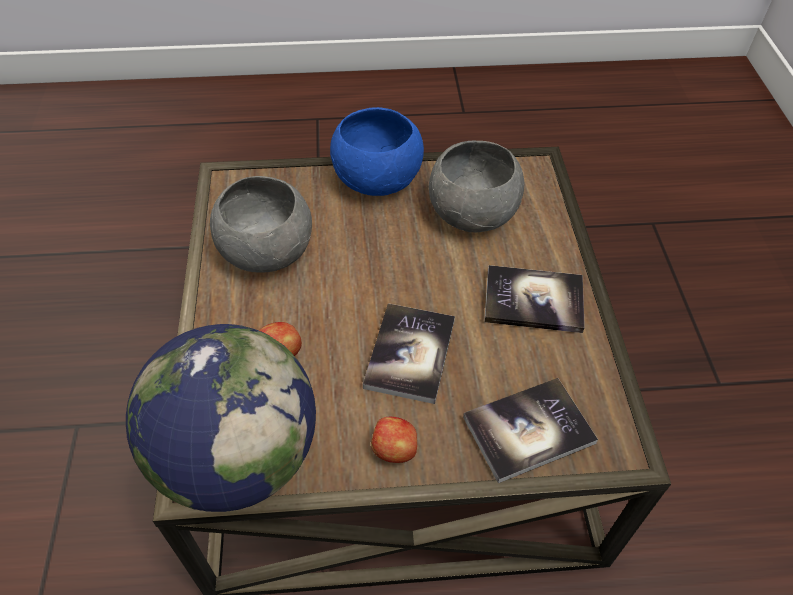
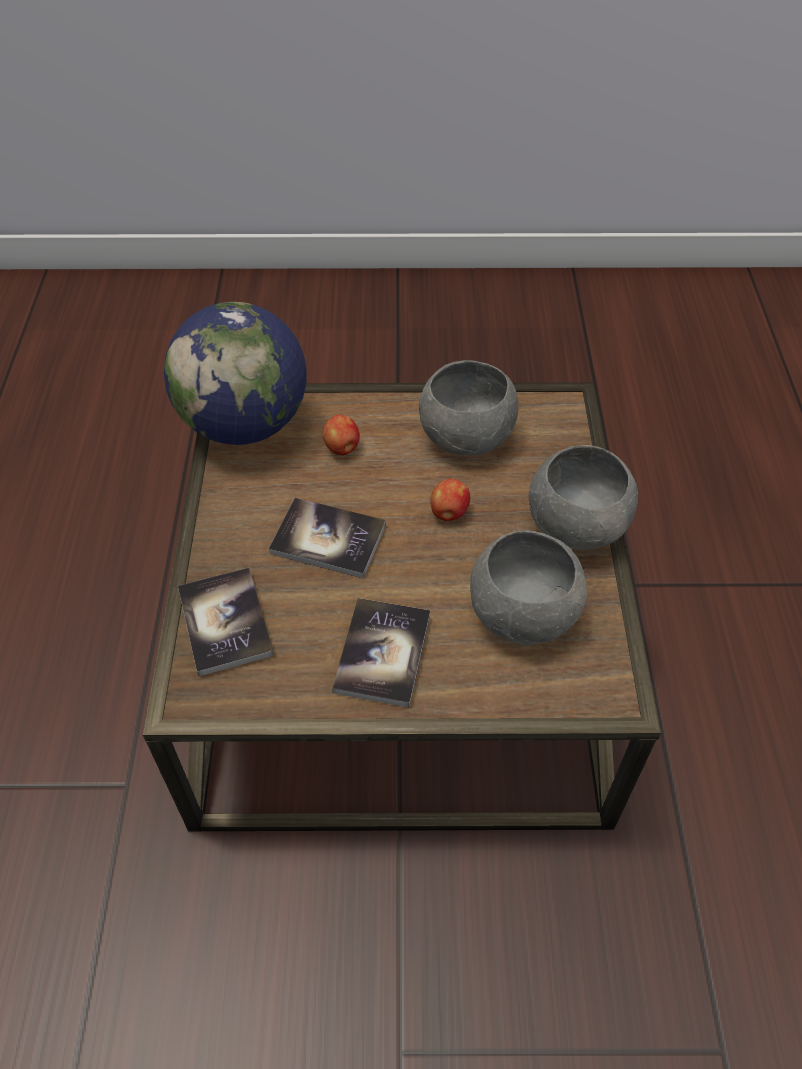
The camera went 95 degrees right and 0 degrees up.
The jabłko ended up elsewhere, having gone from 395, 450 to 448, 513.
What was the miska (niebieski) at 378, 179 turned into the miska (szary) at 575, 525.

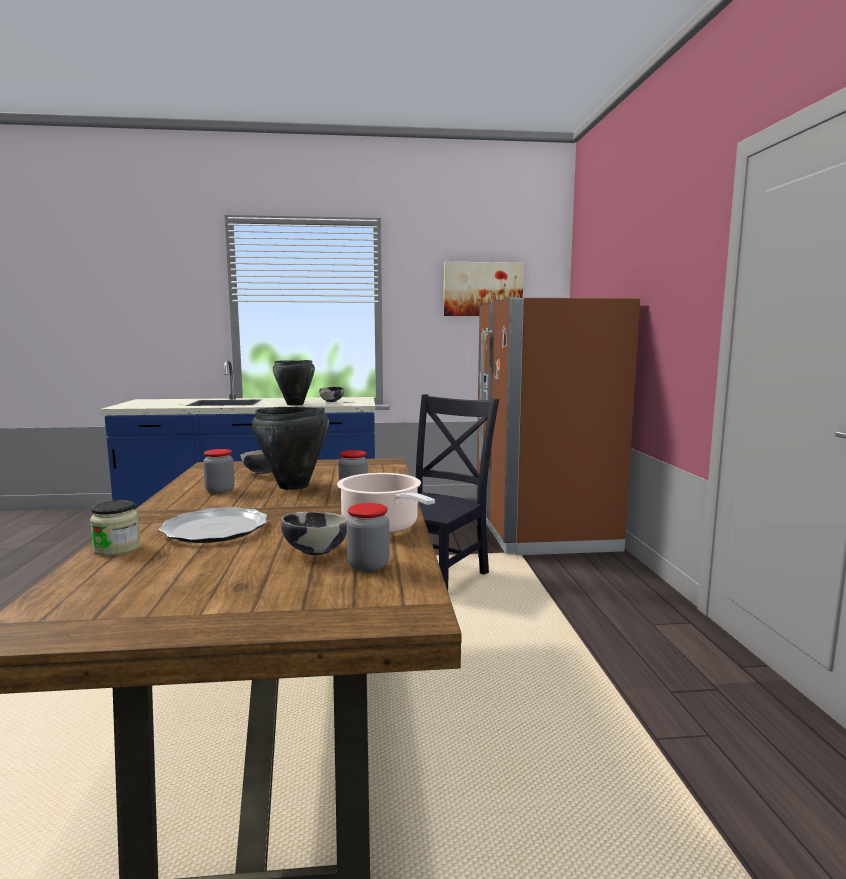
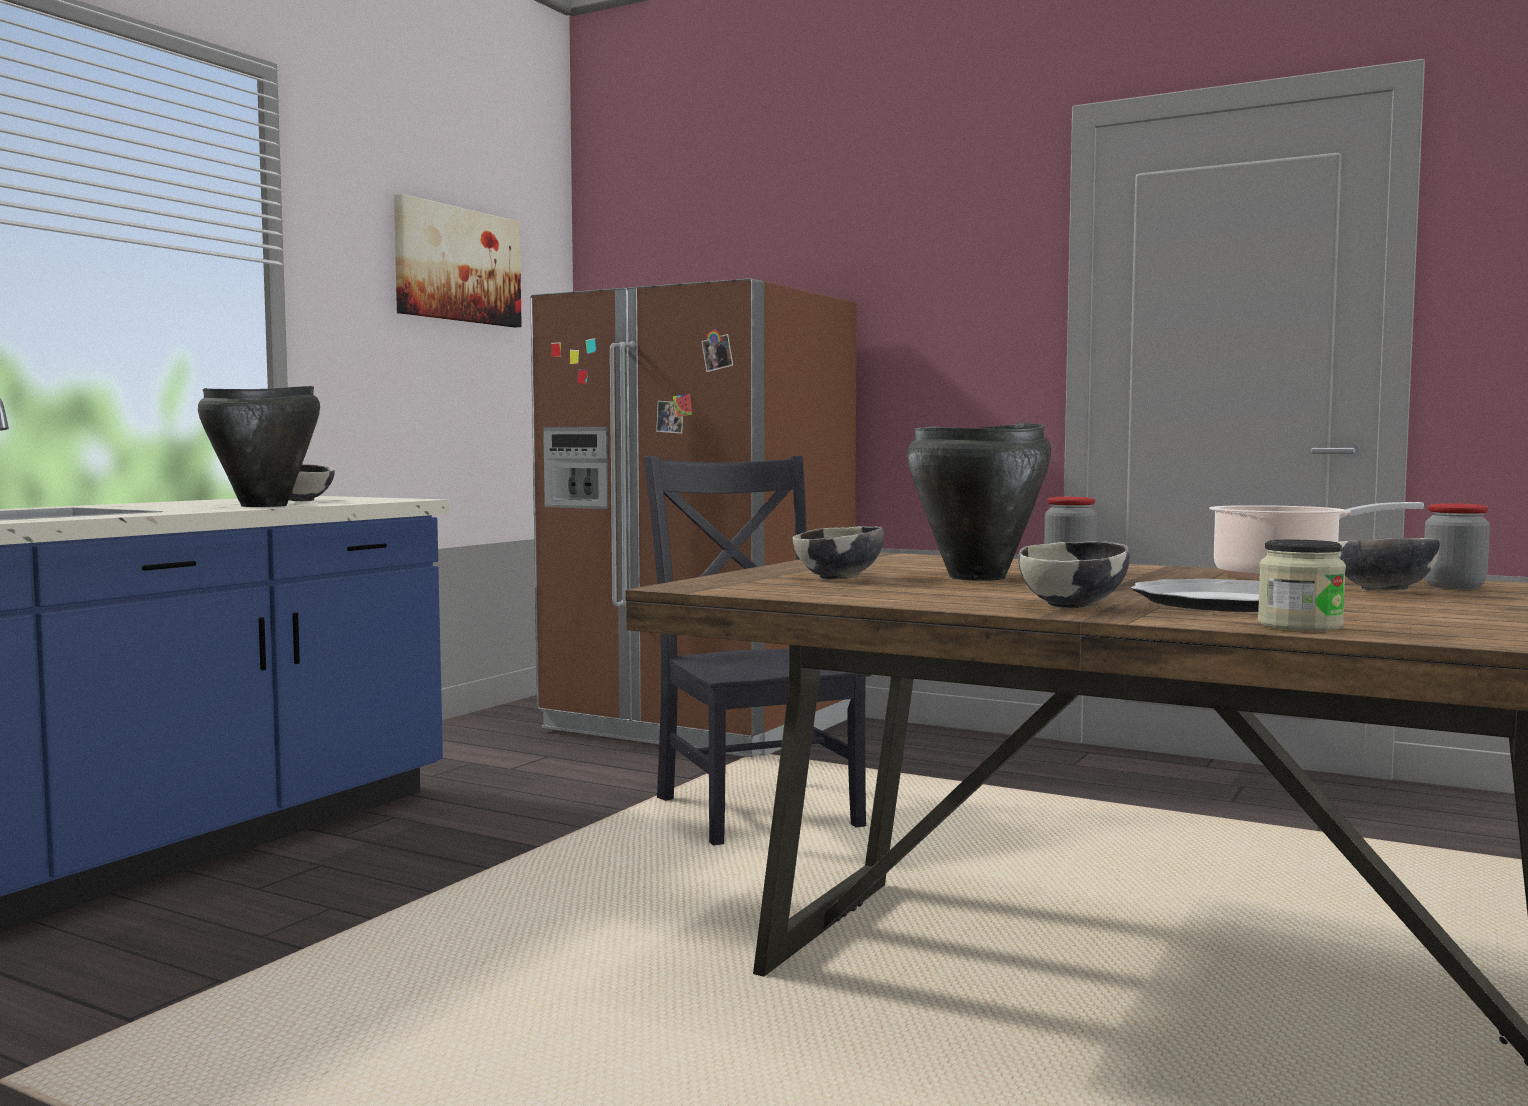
The camera went 55 degrees left and 5 degrees down.
The second view gained the miska at 1073, 606.
The second view lost the słoik at 220, 491.

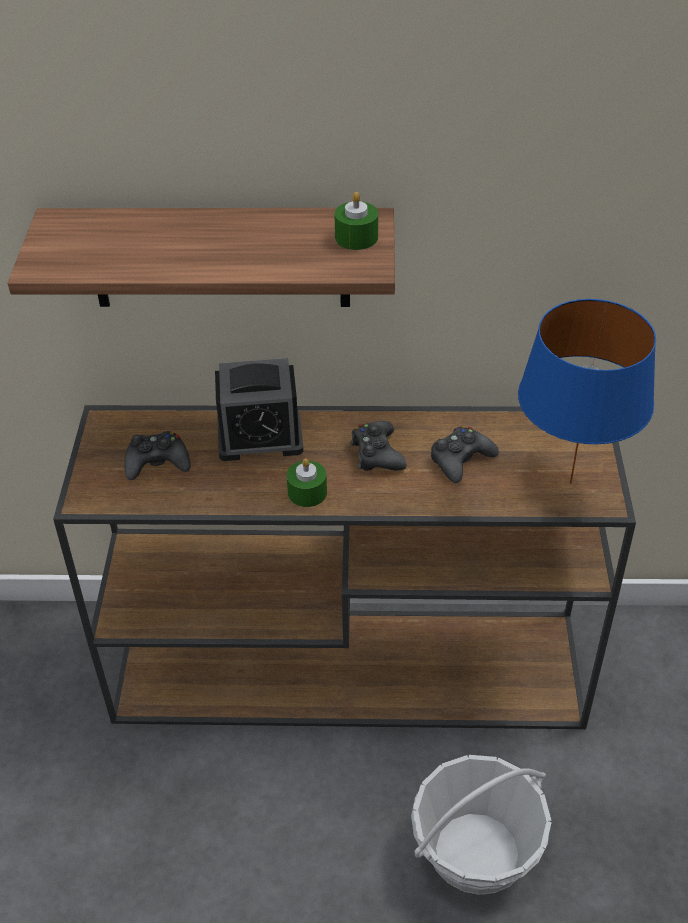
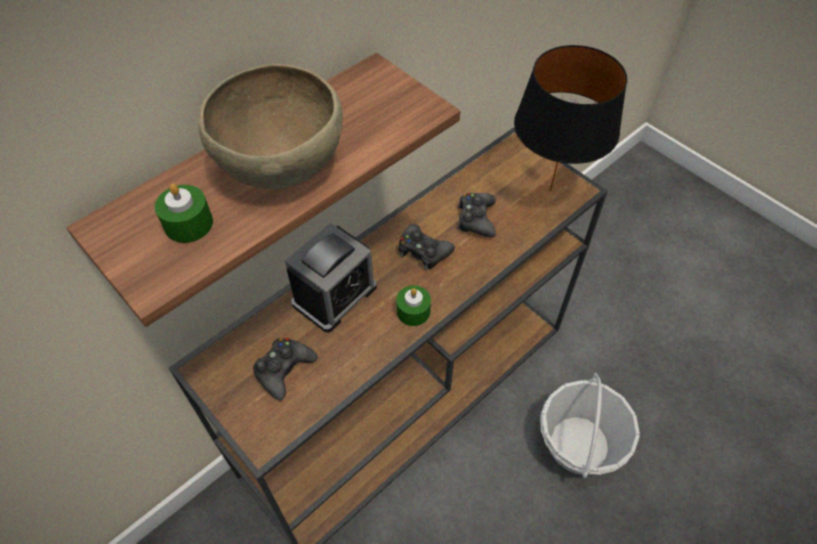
The camera went 45 degrees left and 10 degrees up.
The świeca (zielony) ended up elsewhere, having gone from 356, 237 to 188, 224.
The second view gained the miska (brązowy) at 282, 169.
What was the lampa stołowa (niebieski) at 569, 482 turned into the lampa stołowa (czarny) at 548, 190.

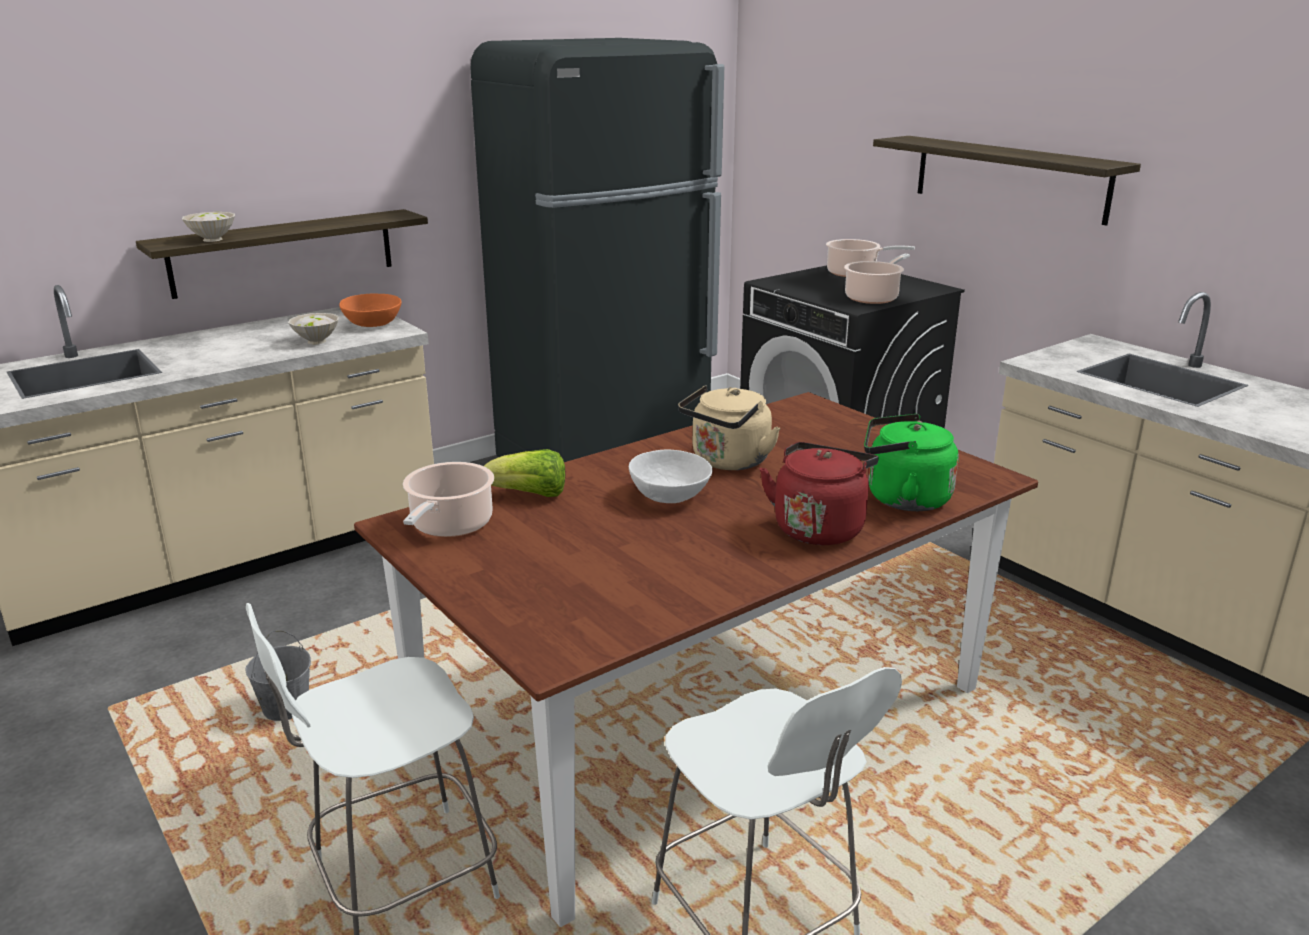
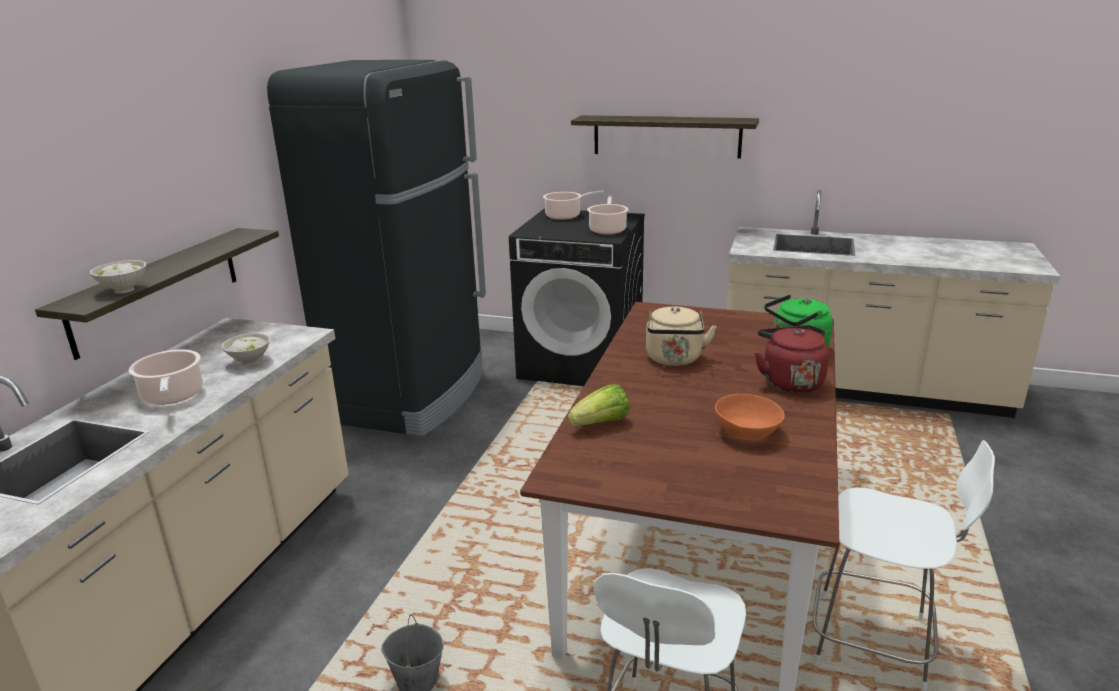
The camera went 35 degrees left and 0 degrees up.
The garnek ended up elsewhere, having gone from 450, 526 to 173, 396.
The miska (pomarańczowy) ended up elsewhere, having gone from 373, 324 to 747, 432.
The second view lost the miska (biały) at 670, 495.

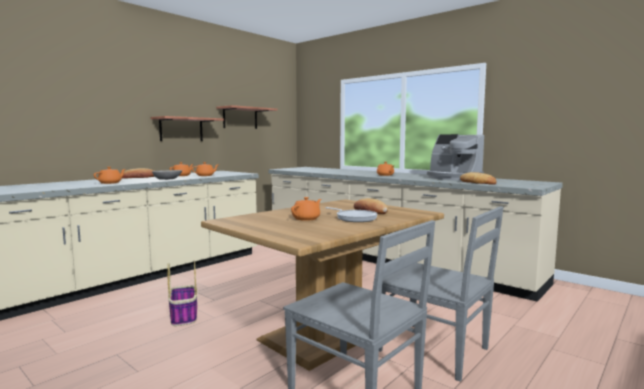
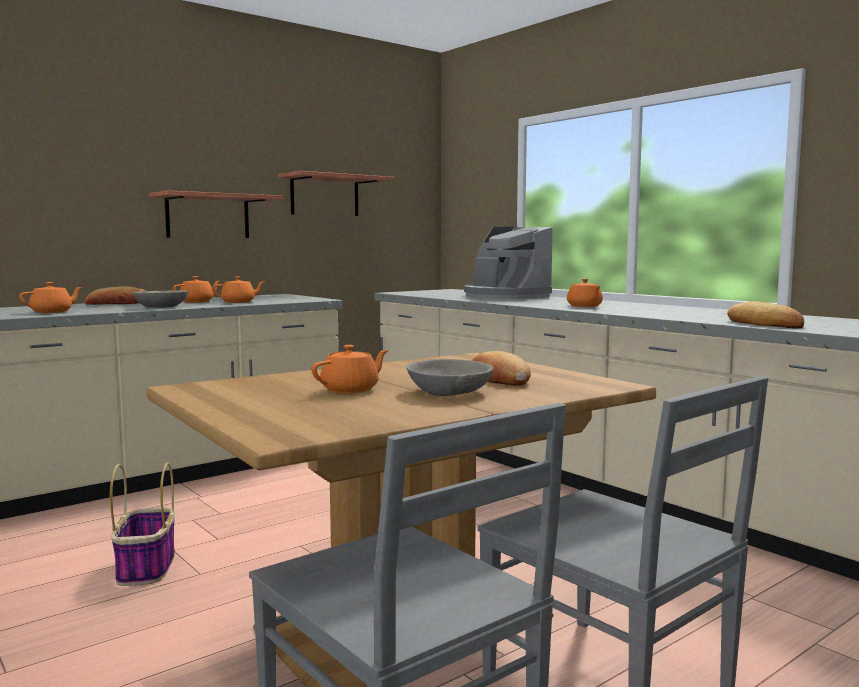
The camera went 10 degrees right and 0 degrees up.
Where the patelnia stood at 354, 218, the miska (szary) came to stand at 449, 392.
The ekspres do kawy ended up elsewhere, having gone from 453, 178 to 504, 296.

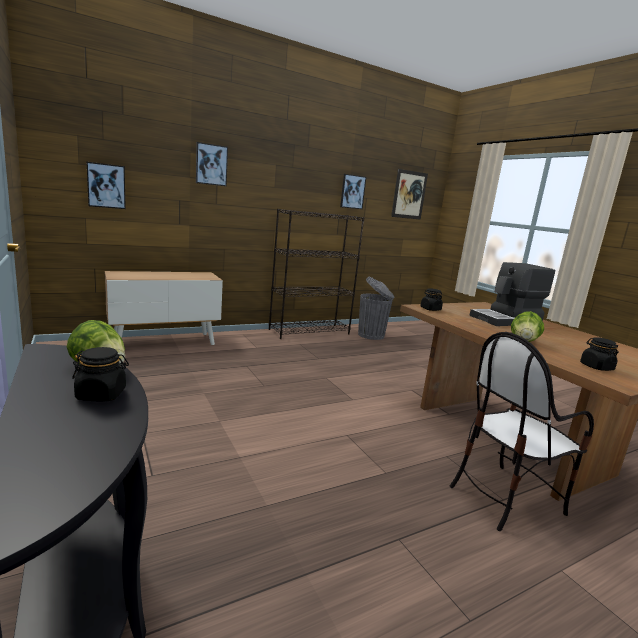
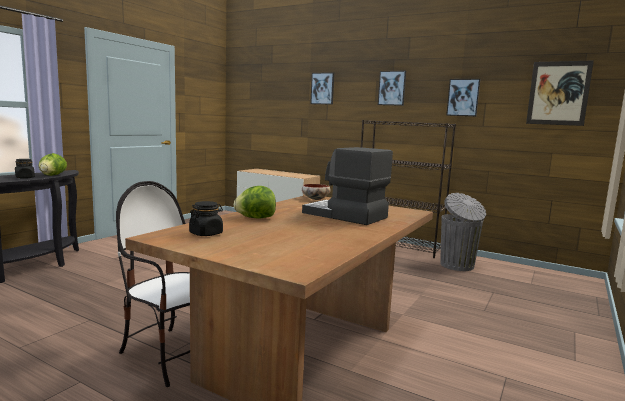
The camera went 60 degrees right and 5 degrees down.
Where the słoik (czarny) stood at 430, 309, the miska came to stand at 315, 199.
The obraz ended up elsewhere, having gone from 106, 186 to 392, 88.

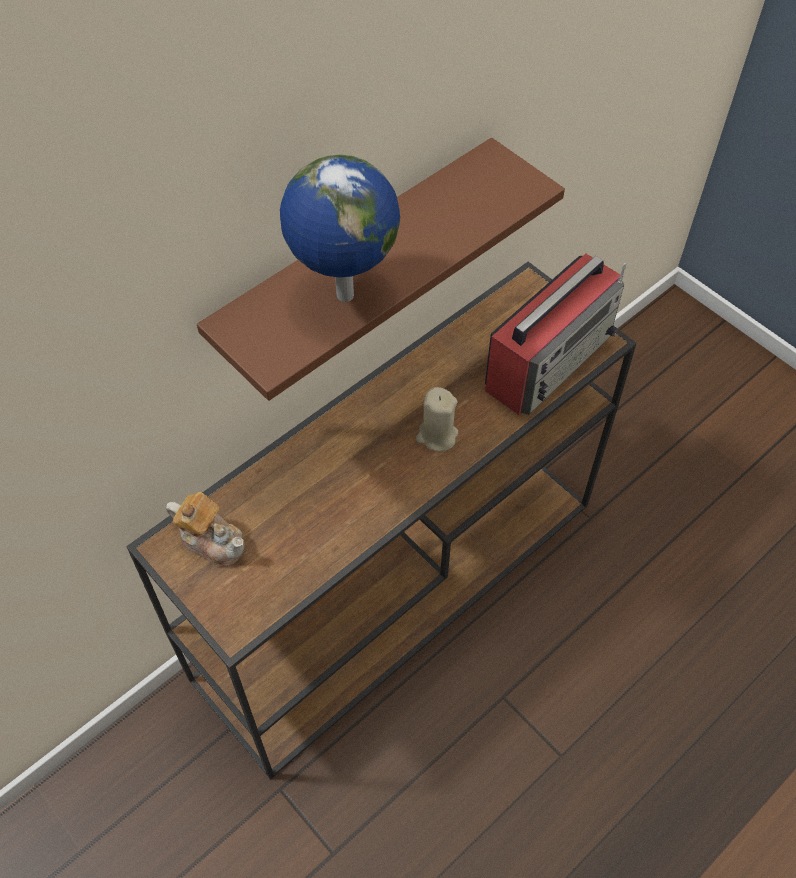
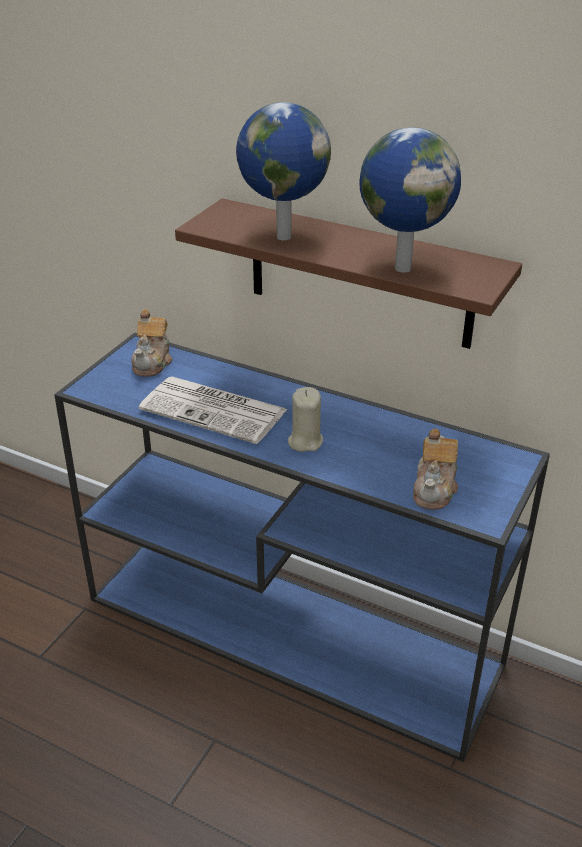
The camera went 70 degrees right and 20 degrees down.
What was the stolik konsolowy (brązowy) at 400, 584 turned into the stolik konsolowy (niebieski) at 295, 632.
The second view gained the gazeta at 215, 410.
The second view gained the globus at 402, 268.
Where the radio stood at 549, 360, the imbryk came to stand at 435, 489.

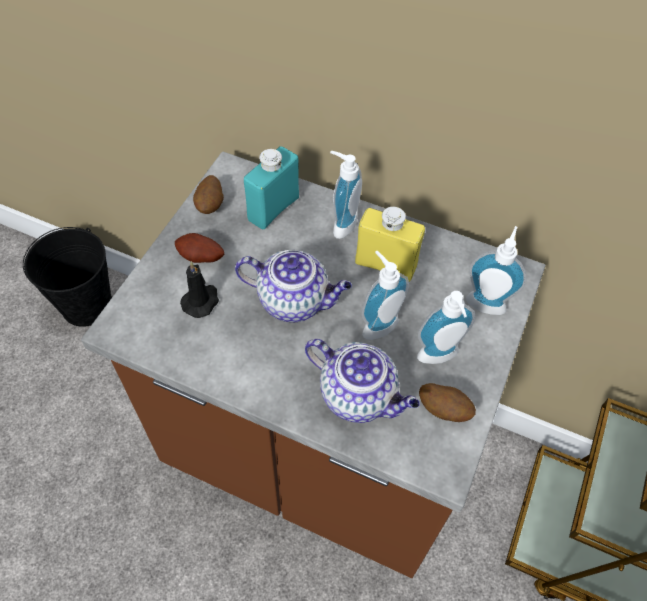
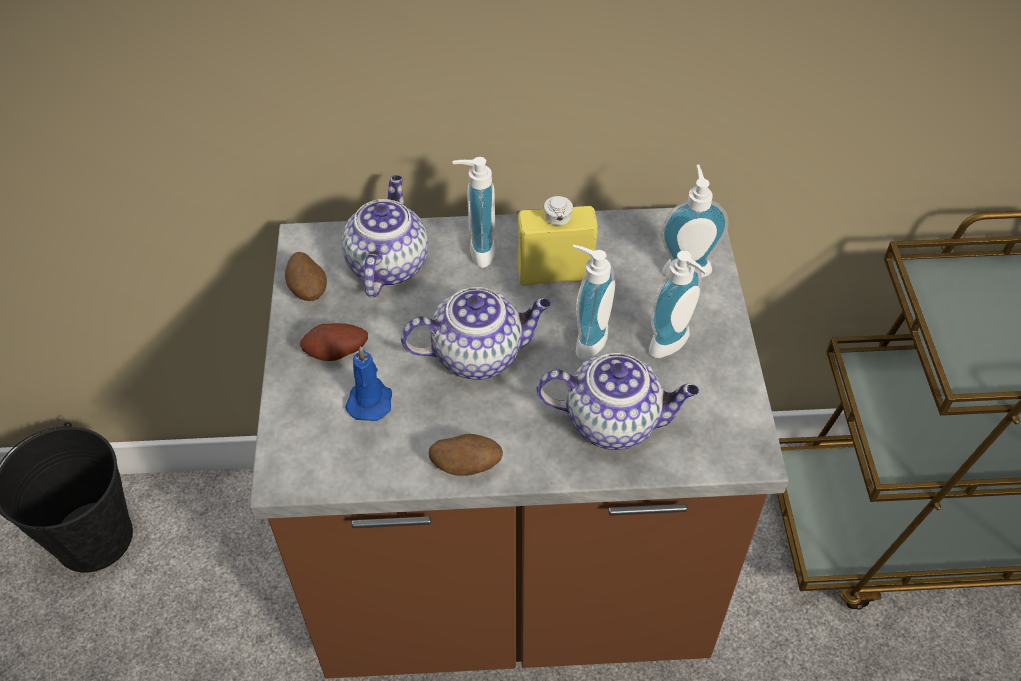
The camera went 25 degrees left and 5 degrees down.
Where the butelka (turkusowy) stood at 273, 208, the imbryk came to stand at 387, 264.
What was the świeca (czarny) at 201, 301 turned into the świeca (niebieski) at 370, 400.
The ziemniak ended up elsewhere, having gone from 444, 410 to 466, 466.

